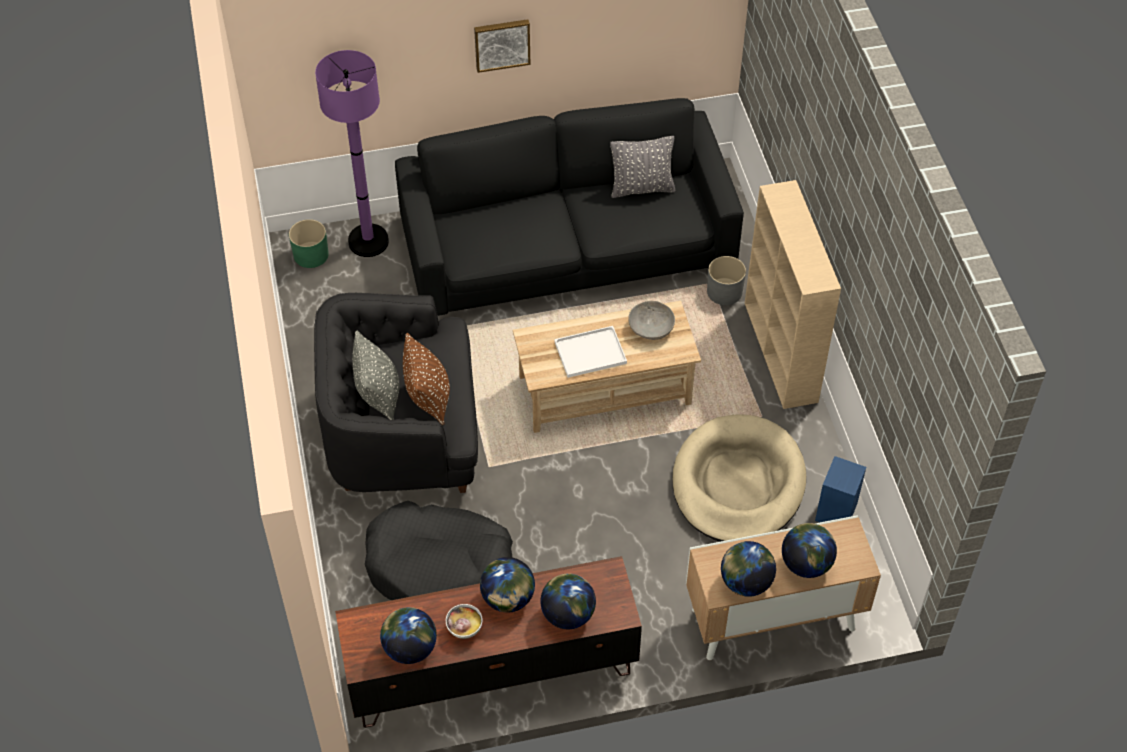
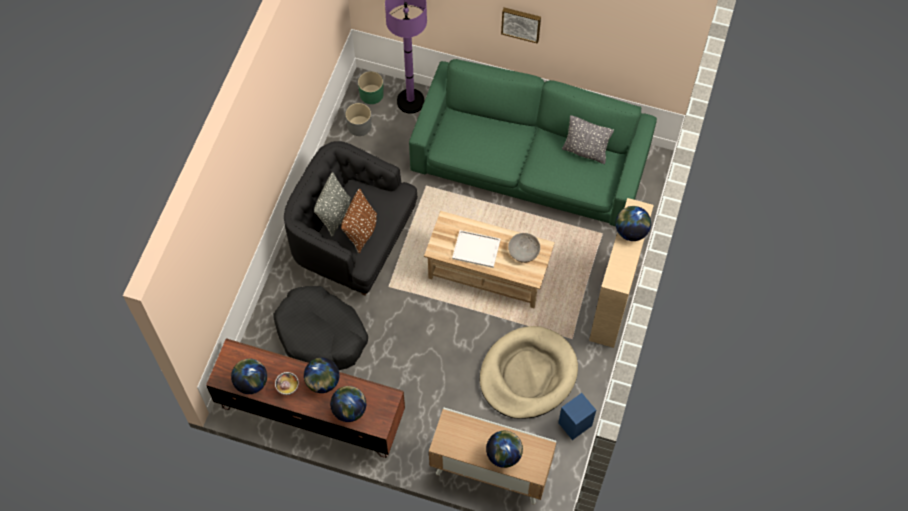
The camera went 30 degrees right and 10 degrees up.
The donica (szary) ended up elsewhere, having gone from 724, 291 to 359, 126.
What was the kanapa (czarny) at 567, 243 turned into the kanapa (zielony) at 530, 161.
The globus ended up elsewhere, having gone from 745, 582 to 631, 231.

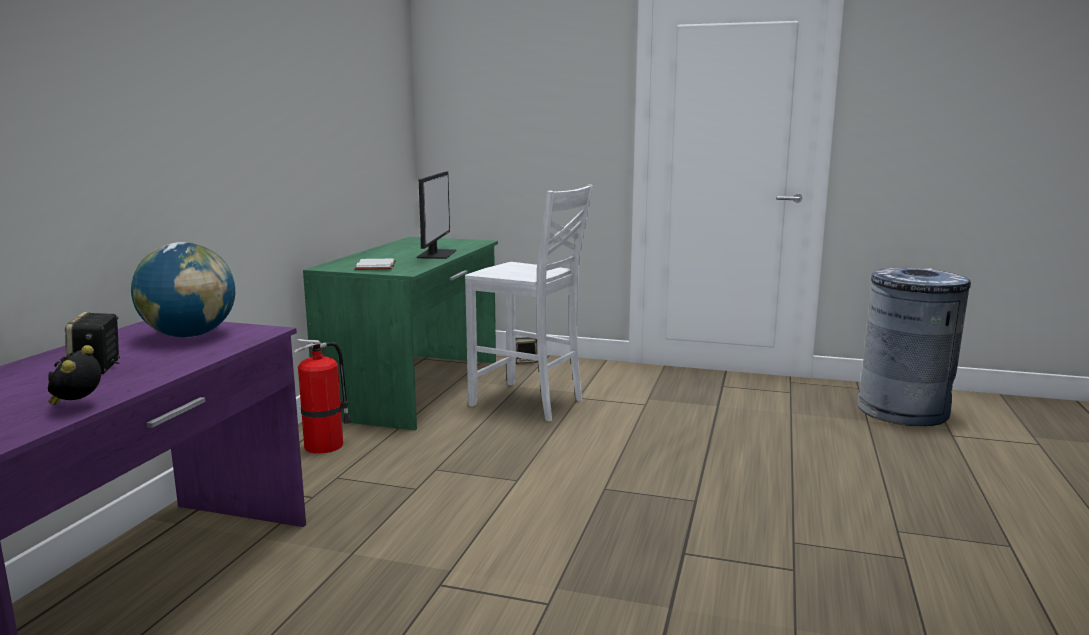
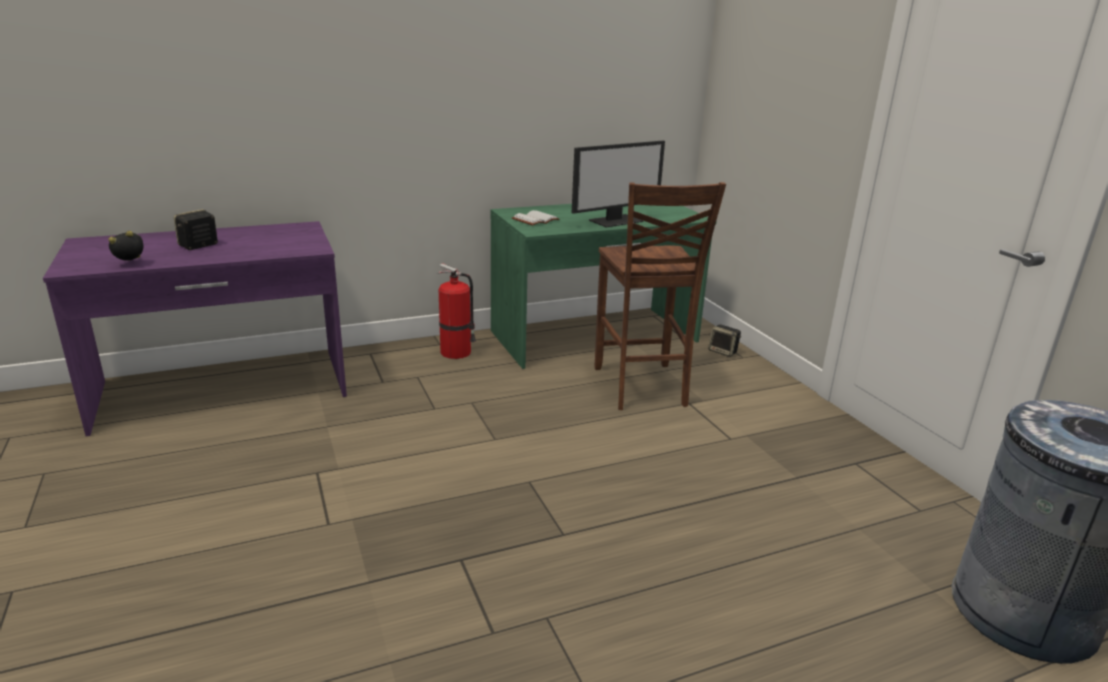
The camera went 50 degrees right and 10 degrees up.
What was the krzesło (biały) at 529, 403 turned into the krzesło (brązowy) at 641, 387.
The second view lost the globus at 190, 335.

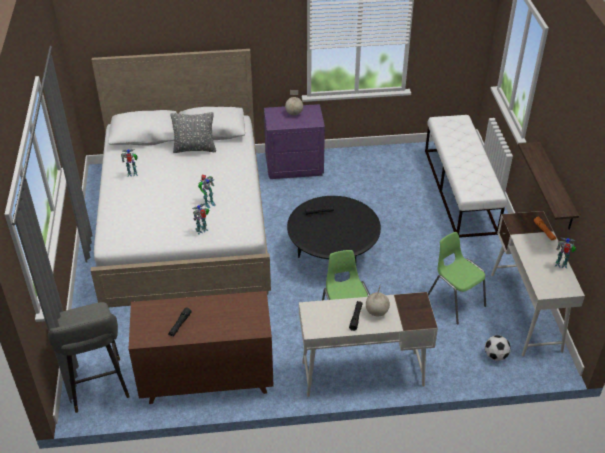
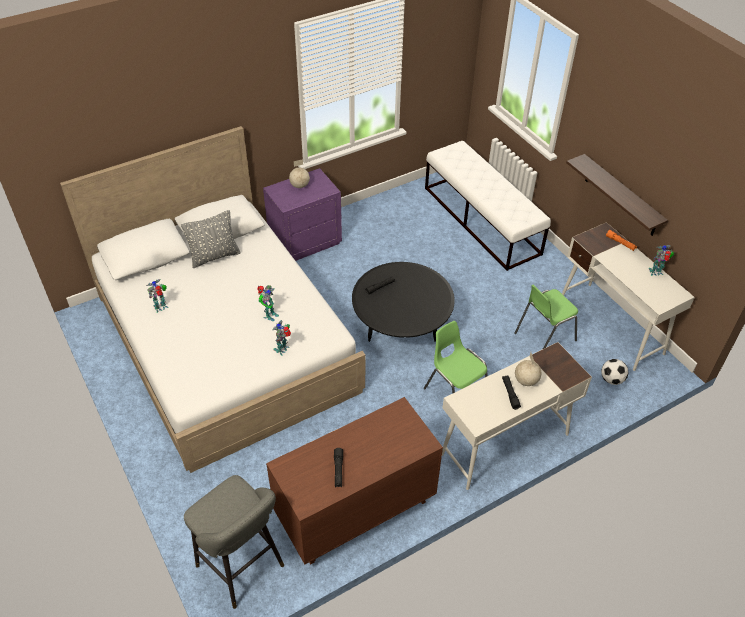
The camera went 25 degrees left and 5 degrees up.
The krzesło (zielony) at 455, 301 ended up facing another way, 60 degrees counterclockwise from before.

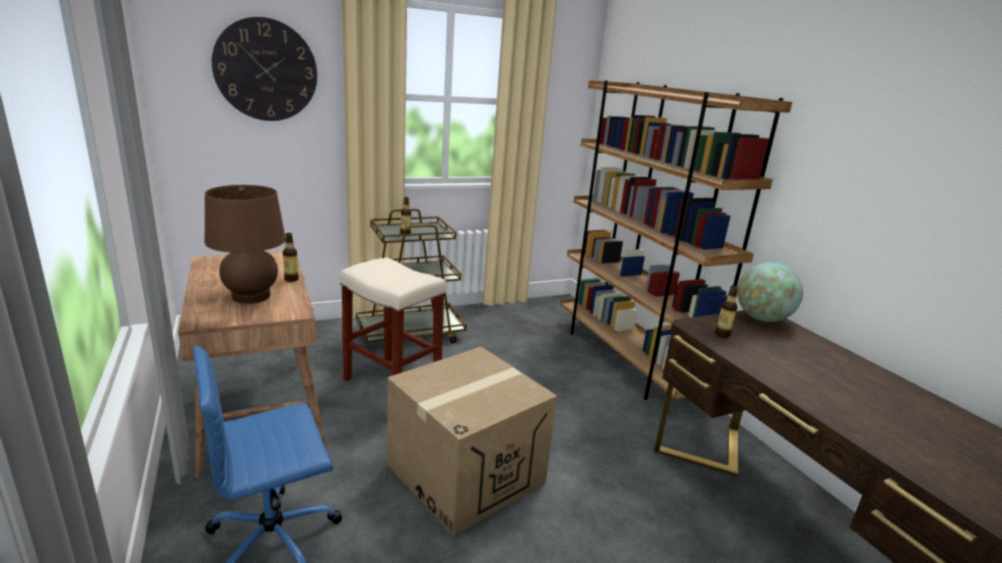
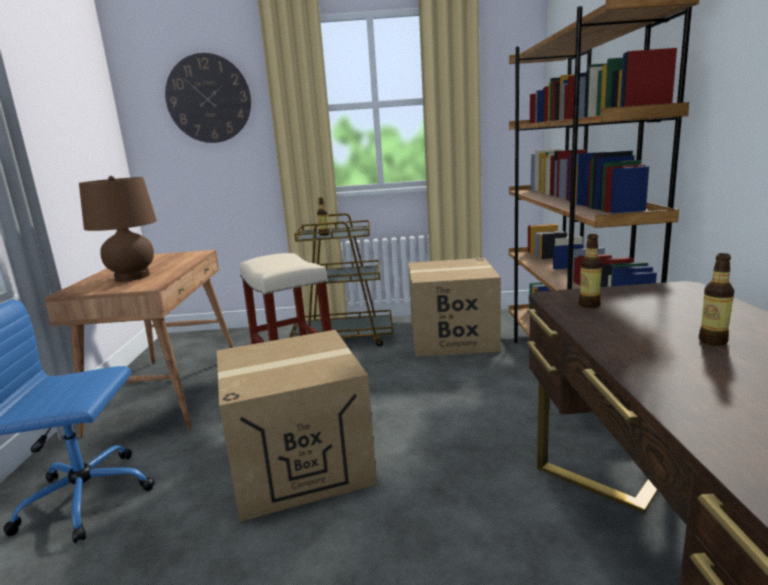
The camera went 25 degrees right and 5 degrees down.
The second view gained the karton at 452, 338.
The butelka ended up elsewhere, having gone from 291, 279 to 713, 341.
The second view lost the globus at 762, 318.

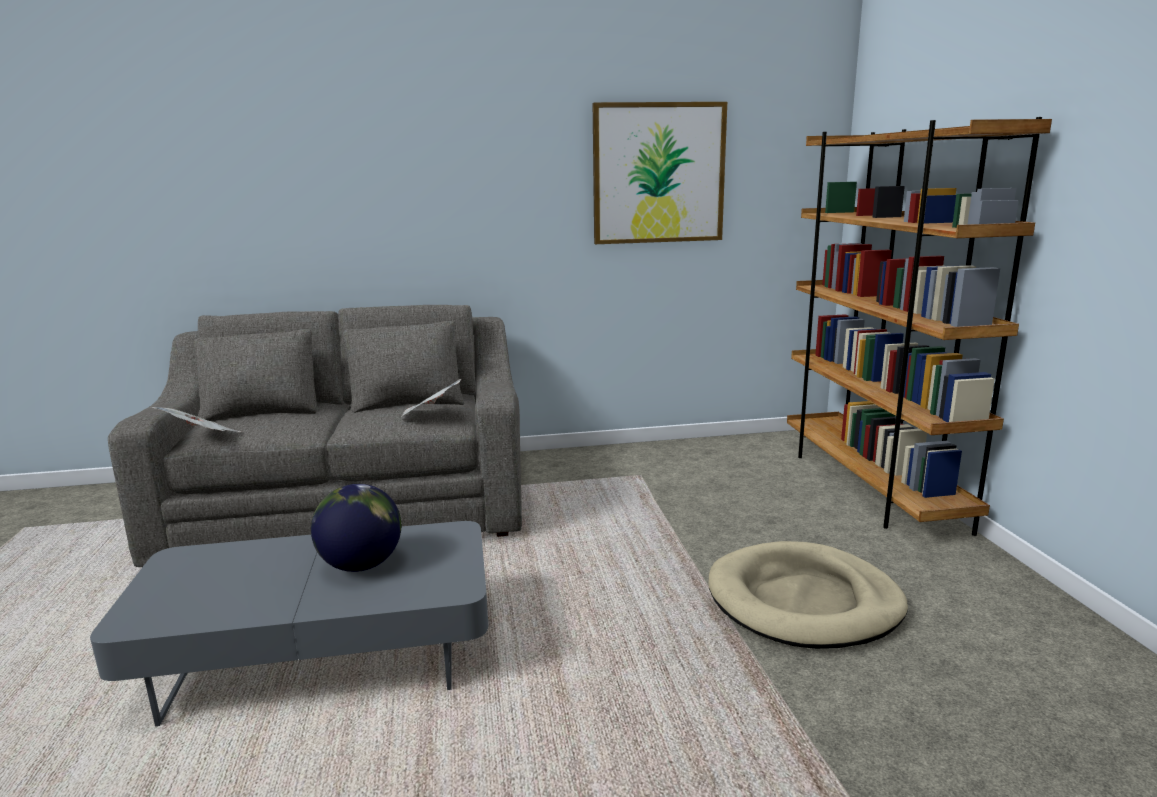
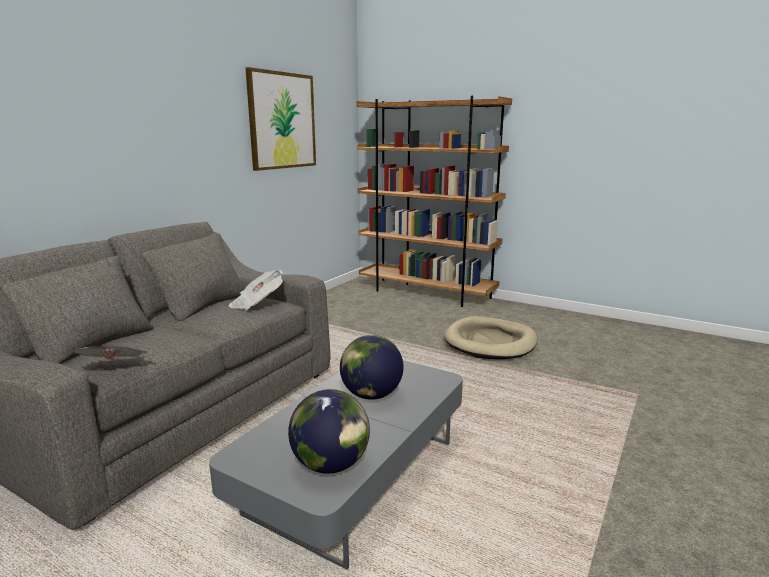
The camera went 50 degrees left and 0 degrees up.
The second view gained the globus at 331, 465.

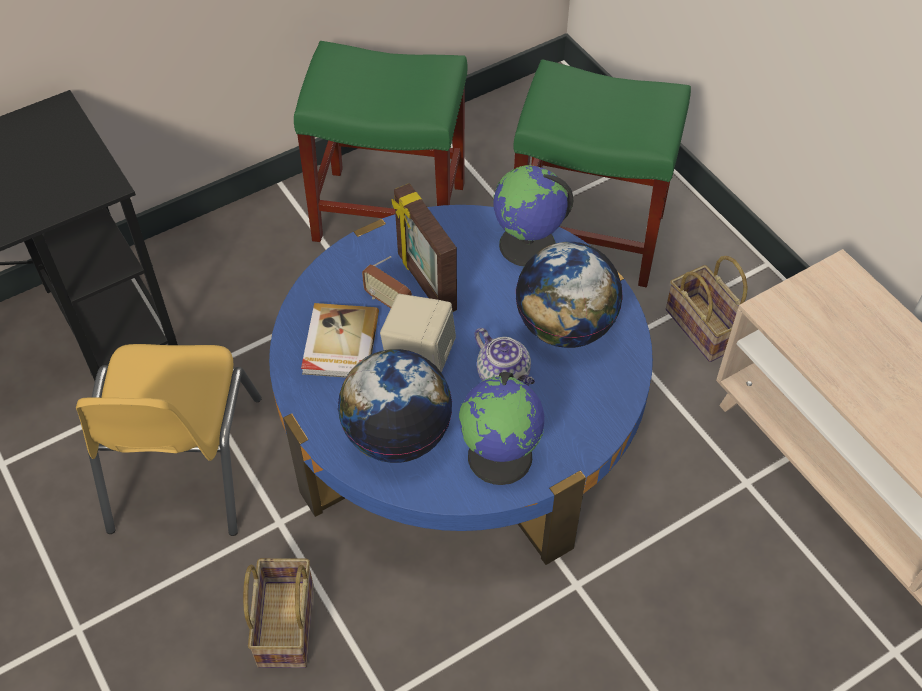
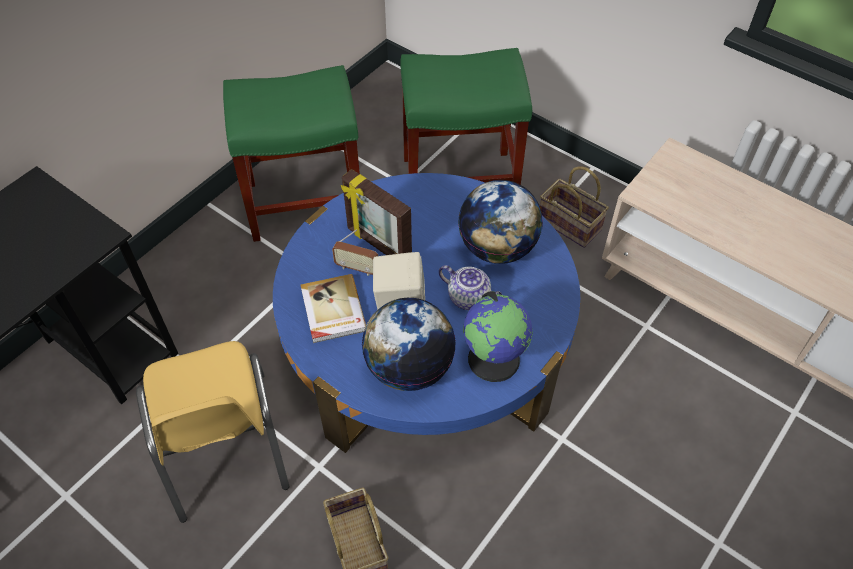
The camera went 20 degrees left and 0 degrees up.
The second view lost the globus at 528, 246.

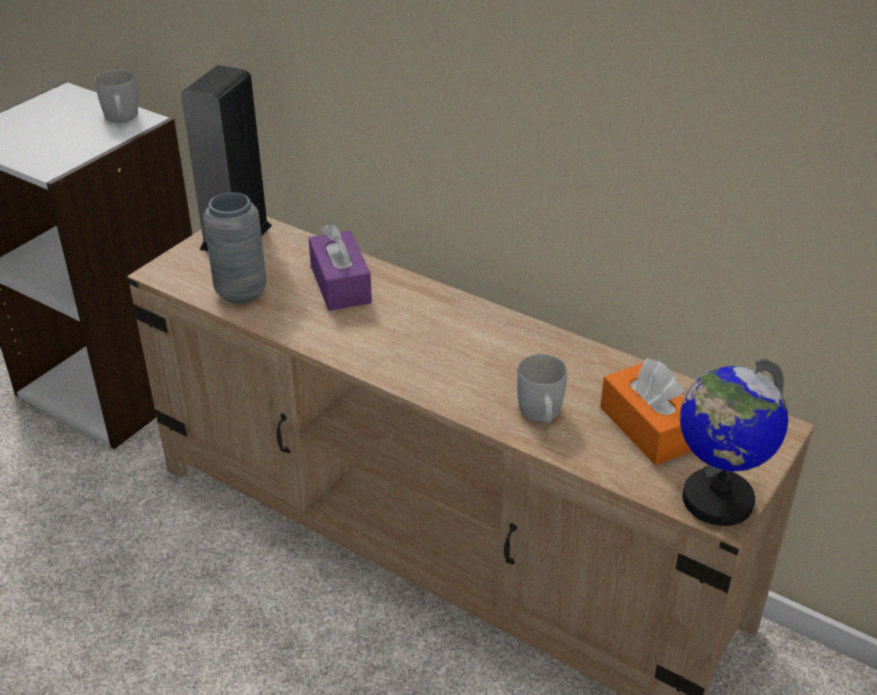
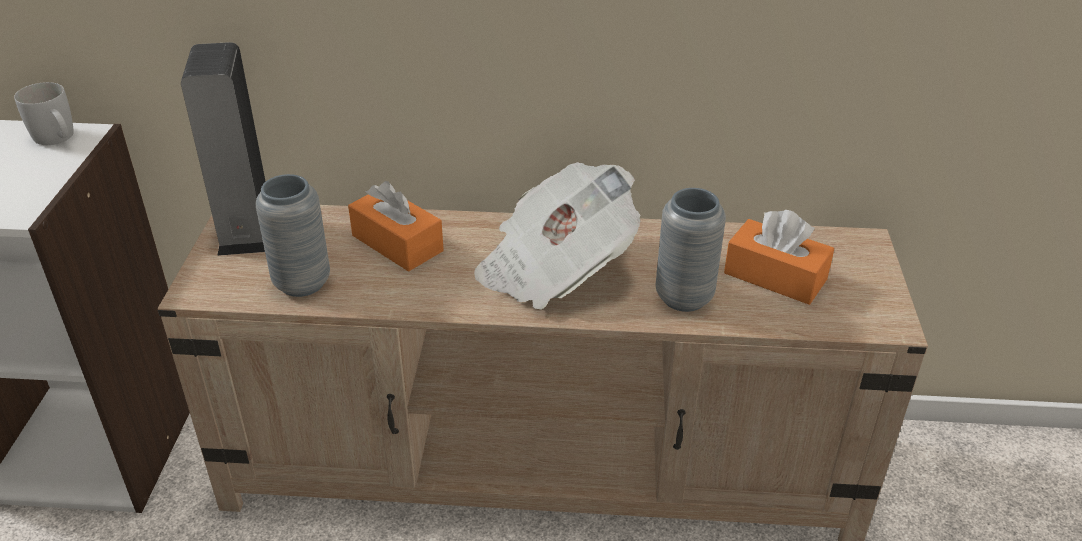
The camera went 30 degrees left and 0 degrees up.
What was the pudełko chusteczek (fioletowy) at 340, 284 turned into the pudełko chusteczek (pomarańczowy) at 397, 243.
The second view gained the gazeta at 554, 268.
Where the kubek (biały) stood at 541, 415, the wazon (szary) came to stand at 684, 297.
The second view lost the globus at 716, 500.

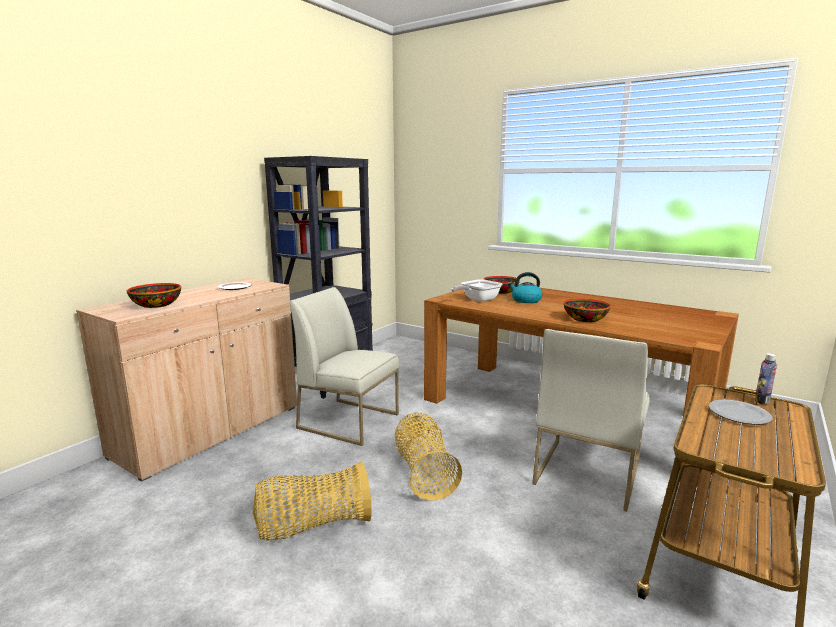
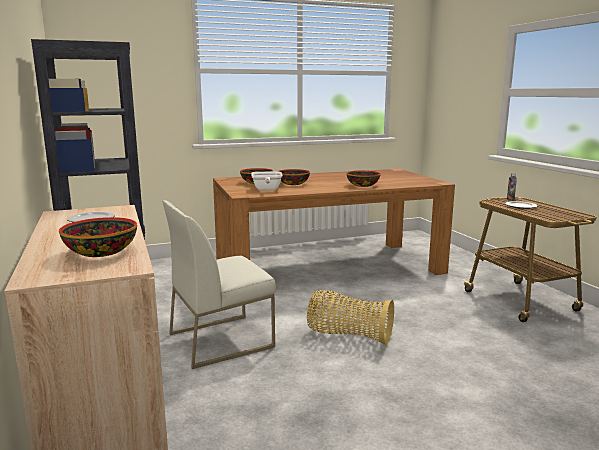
The camera went 55 degrees left and 0 degrees up.
Where the czajnik stood at 525, 300, the miska came to stand at 293, 183.
The second view lost the koszyk at 313, 526.
The second view lost the krzesło (biały) at 586, 471.

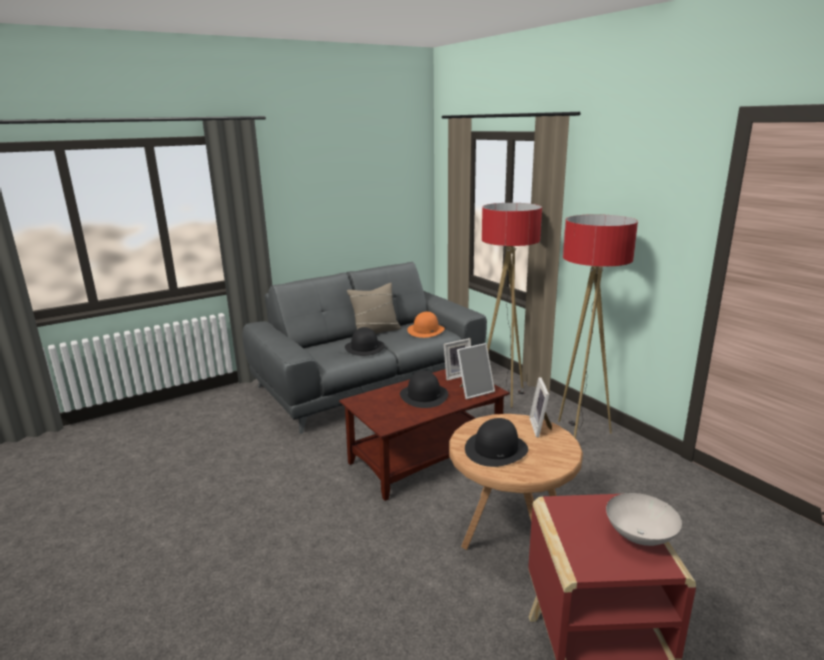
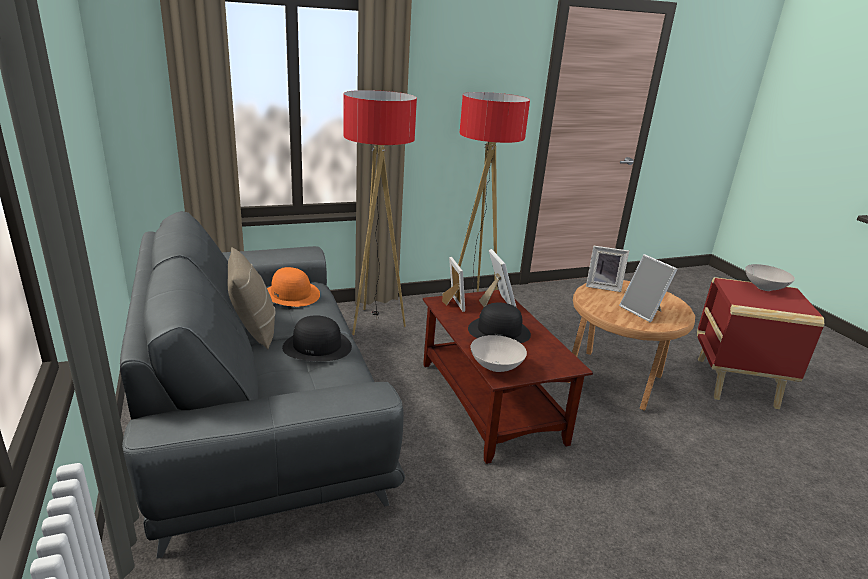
The camera went 80 degrees left and 5 degrees up.
The second view gained the miska (biały) at 495, 367.
Where the kapelusz (czarny) stood at 496, 449, the ramka na zdjęcie came to stand at 643, 312.

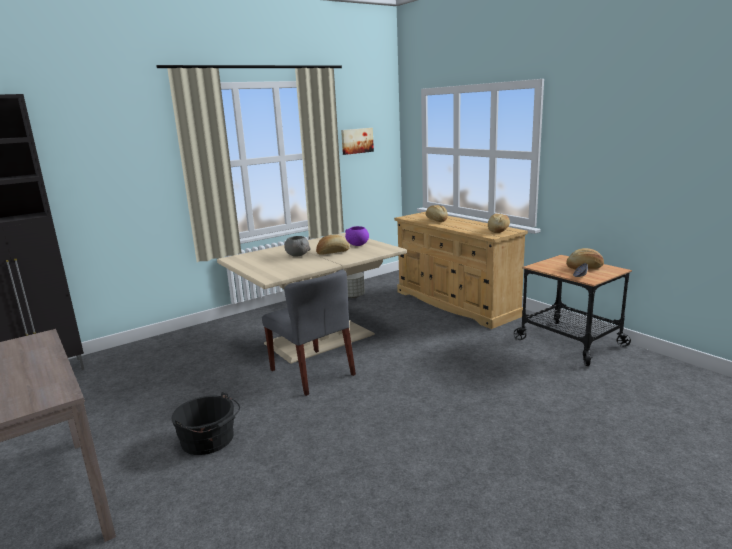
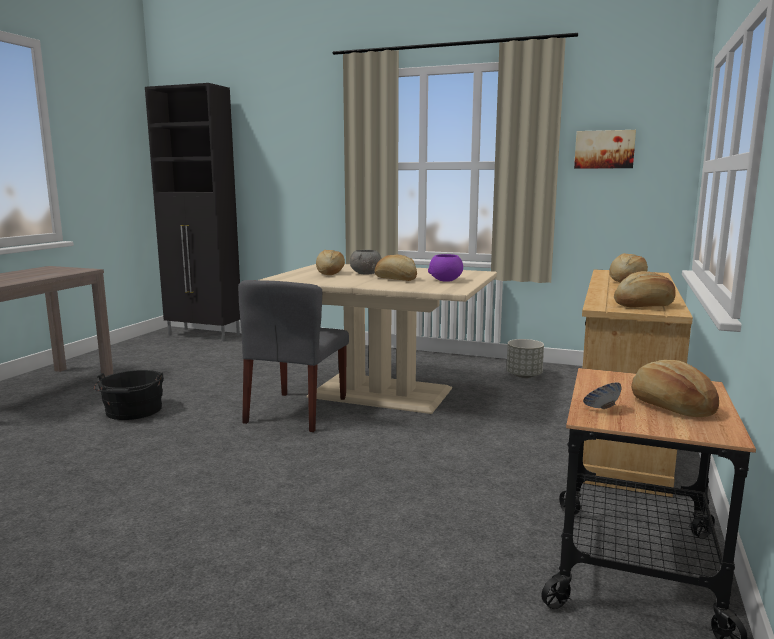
The camera went 55 degrees right and 5 degrees down.
The second view gained the chleb at 329, 273.

